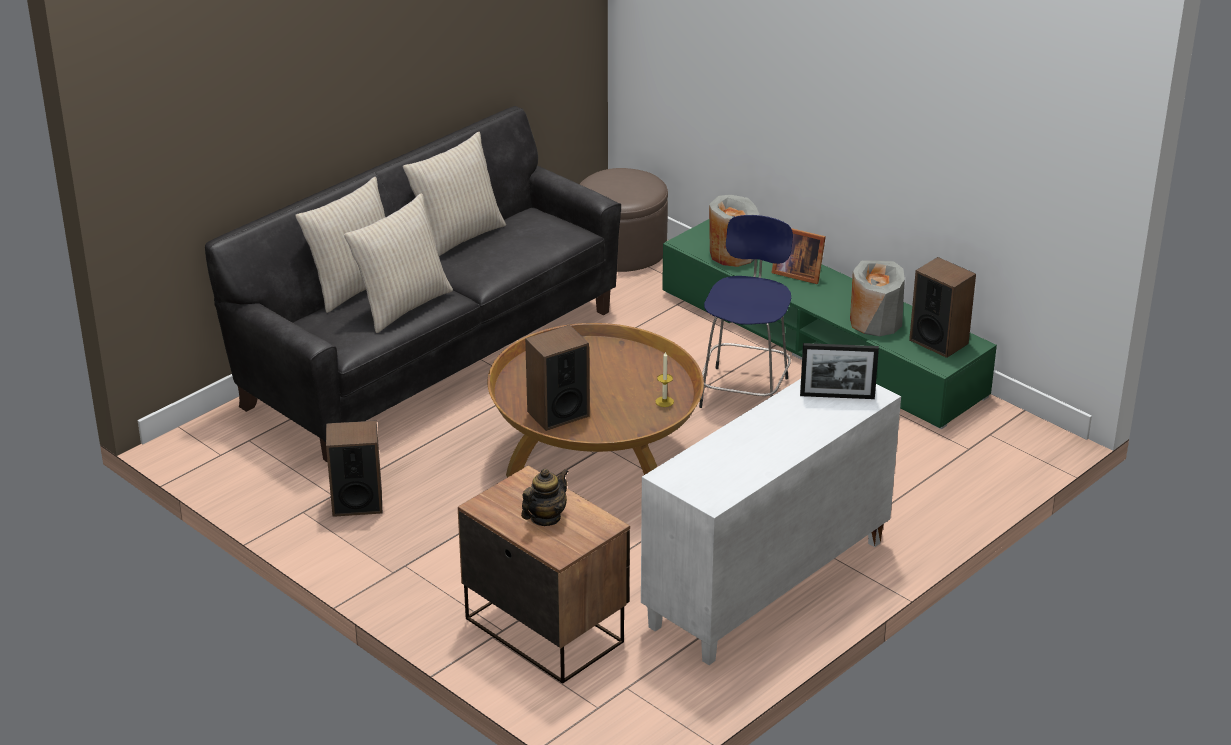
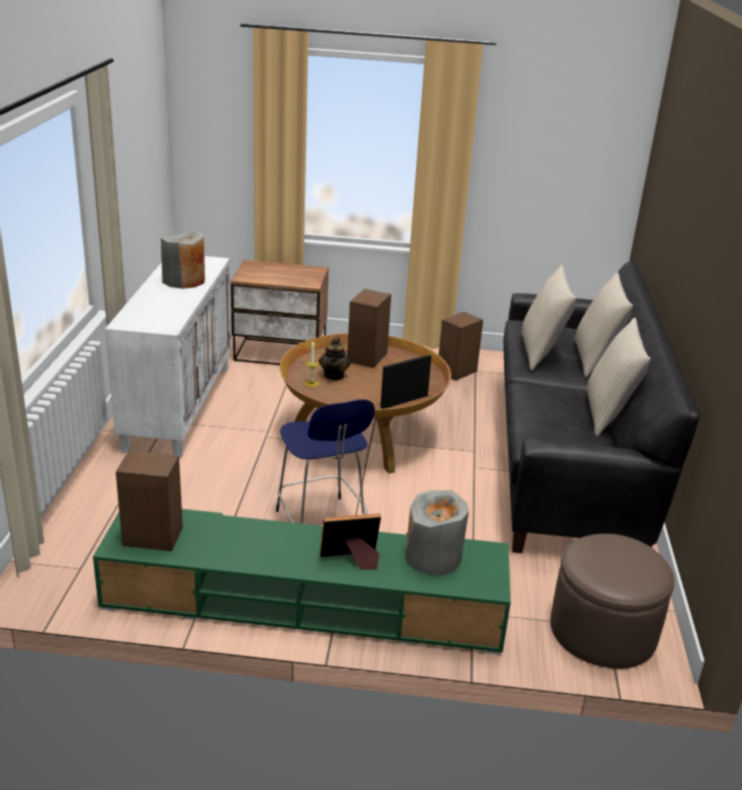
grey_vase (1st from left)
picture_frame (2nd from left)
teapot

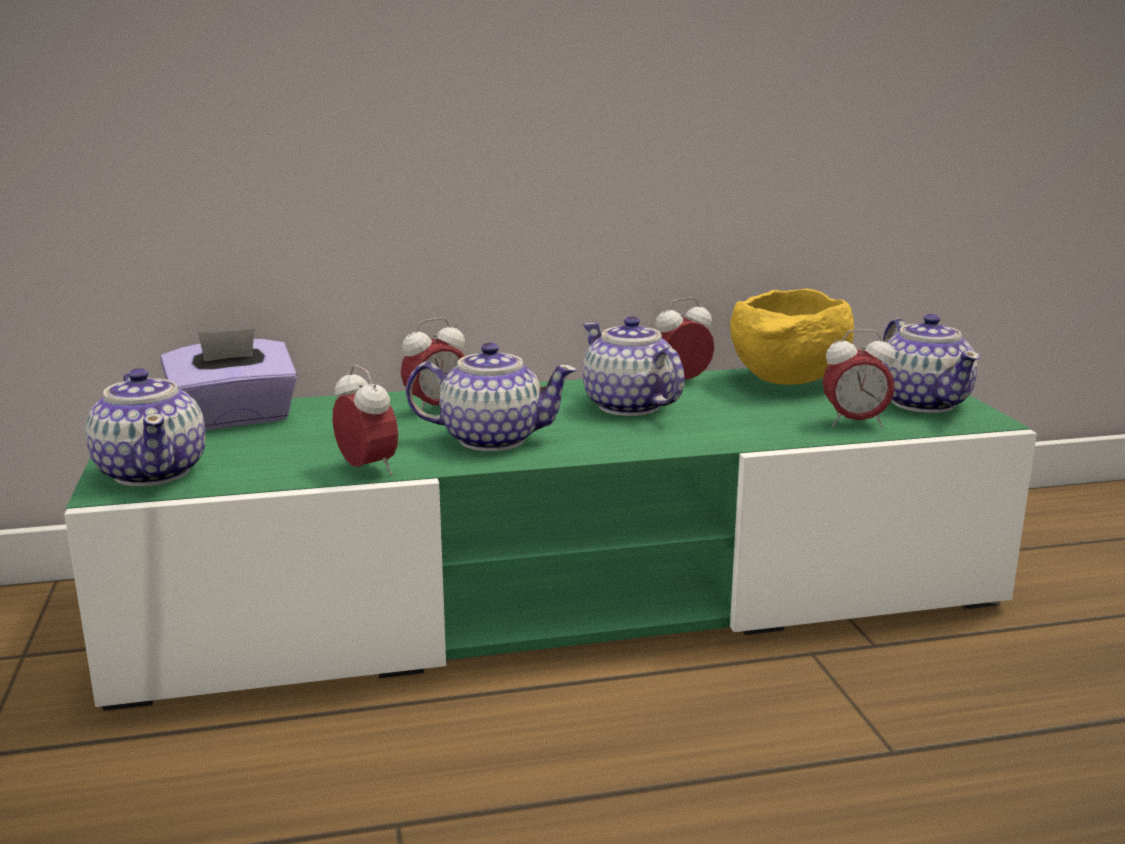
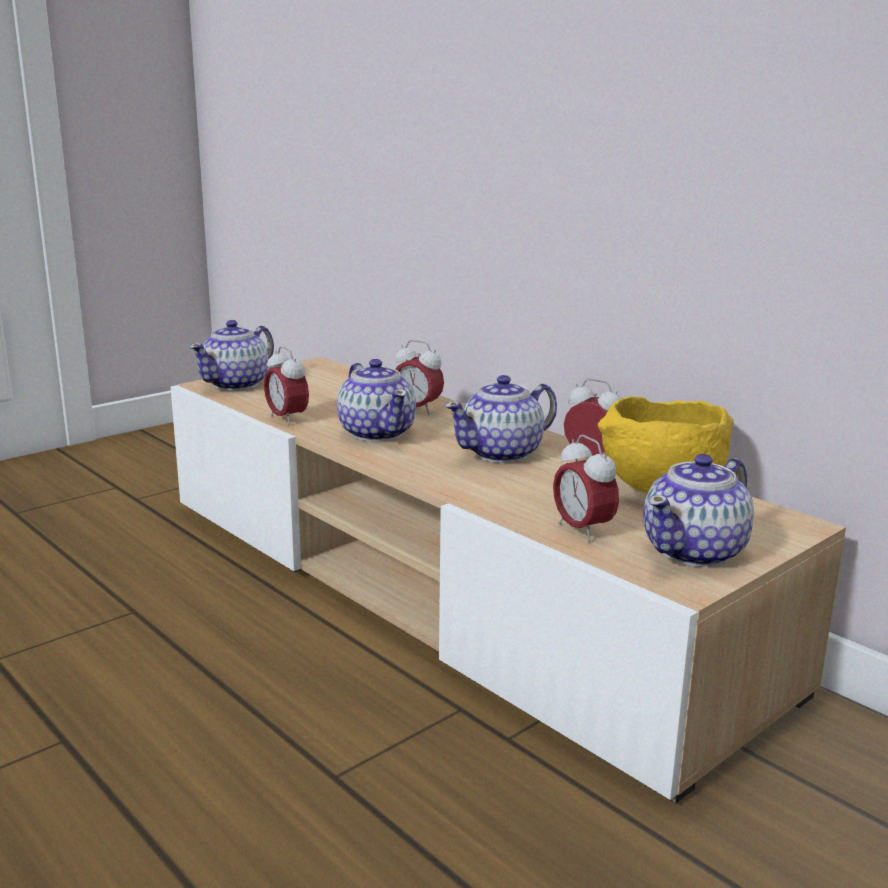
teapot (3rd from left)
purple_tissue_box
alarm_clock (1st from left)
beige_tv_stand

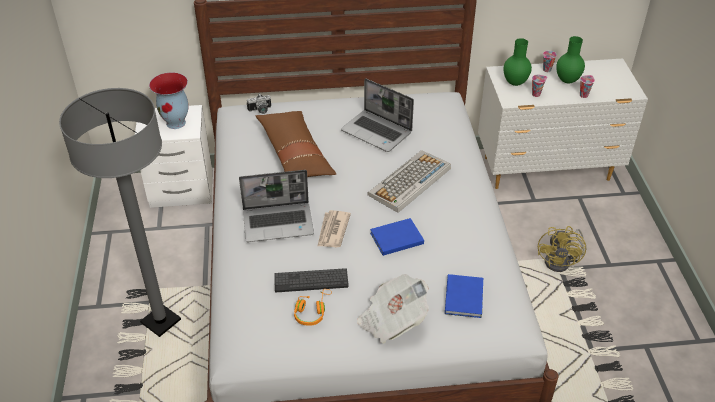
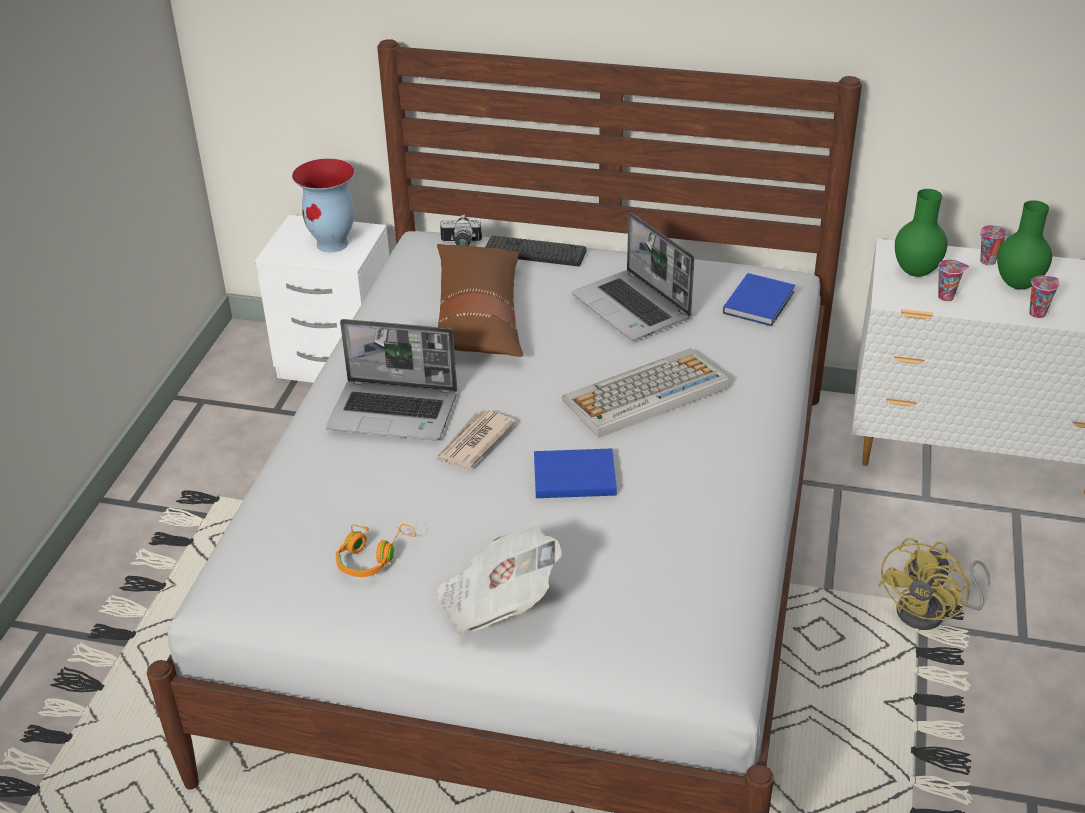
grey_floor_lamp
keyboard (1st from left)
blue_book (2nd from left)

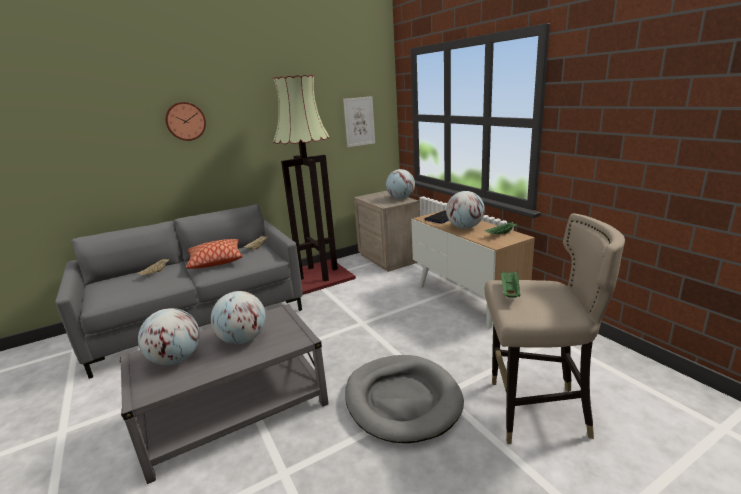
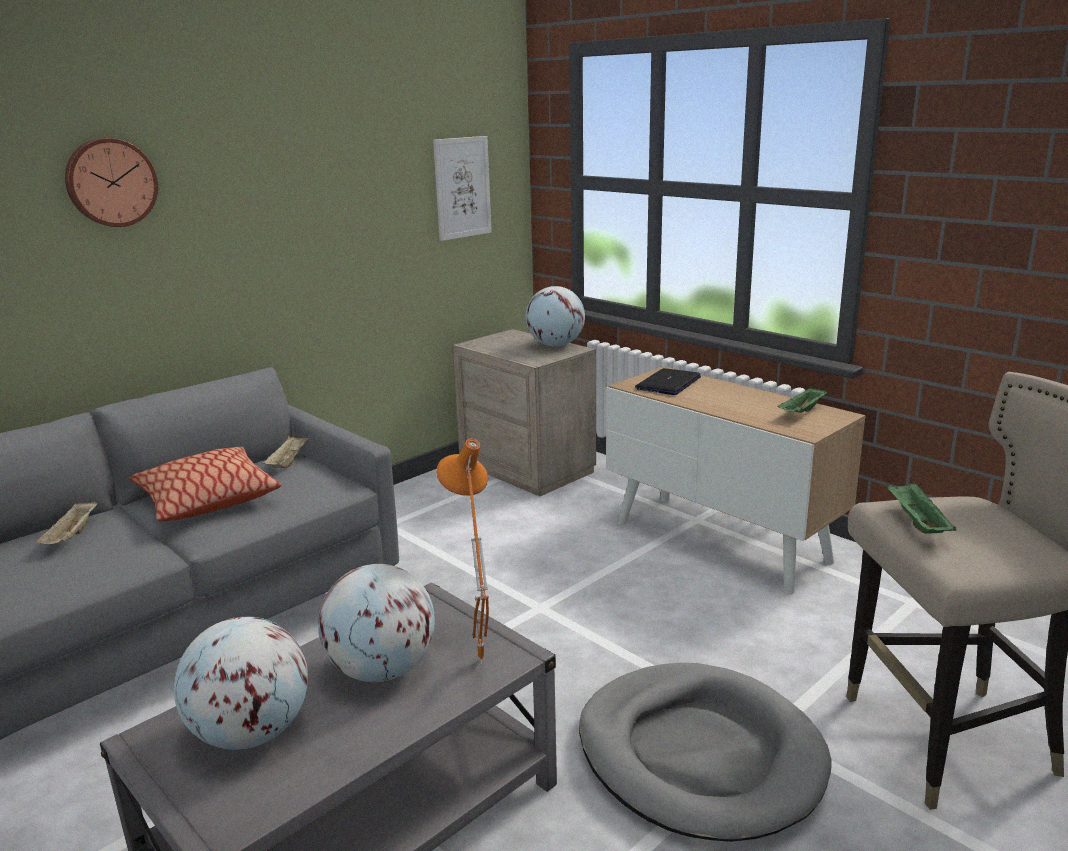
floor_lamp
globe (4th from left in the first image)
orange_table_lamp

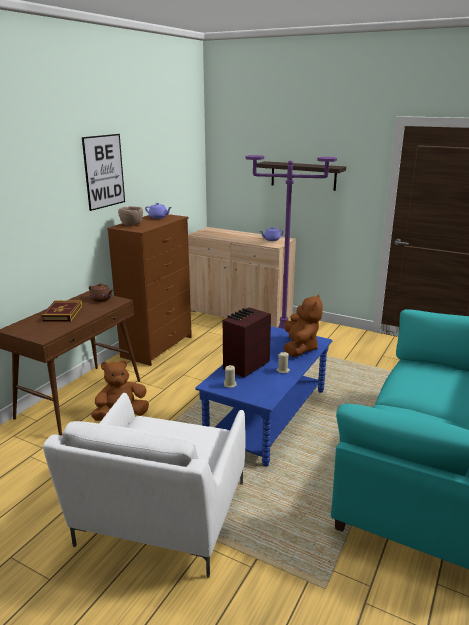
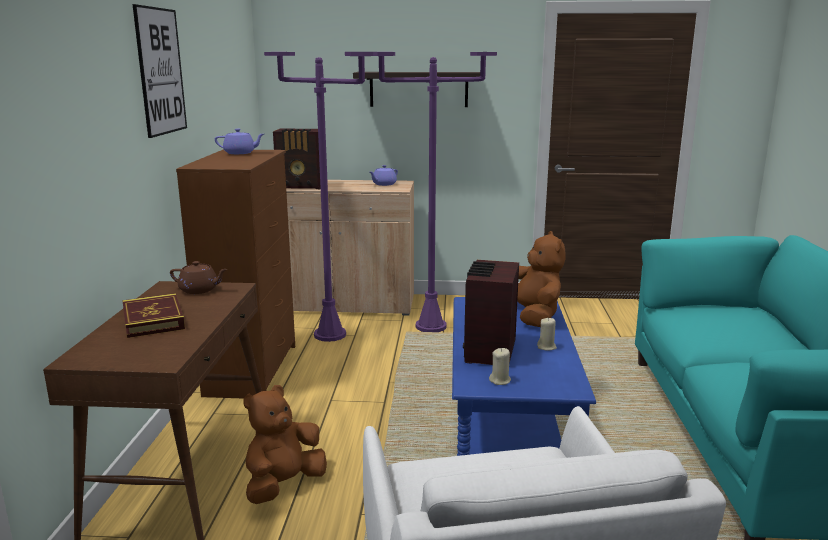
brown_bowl
purple_floor_lamp (1st from left)
radio (1st from left)

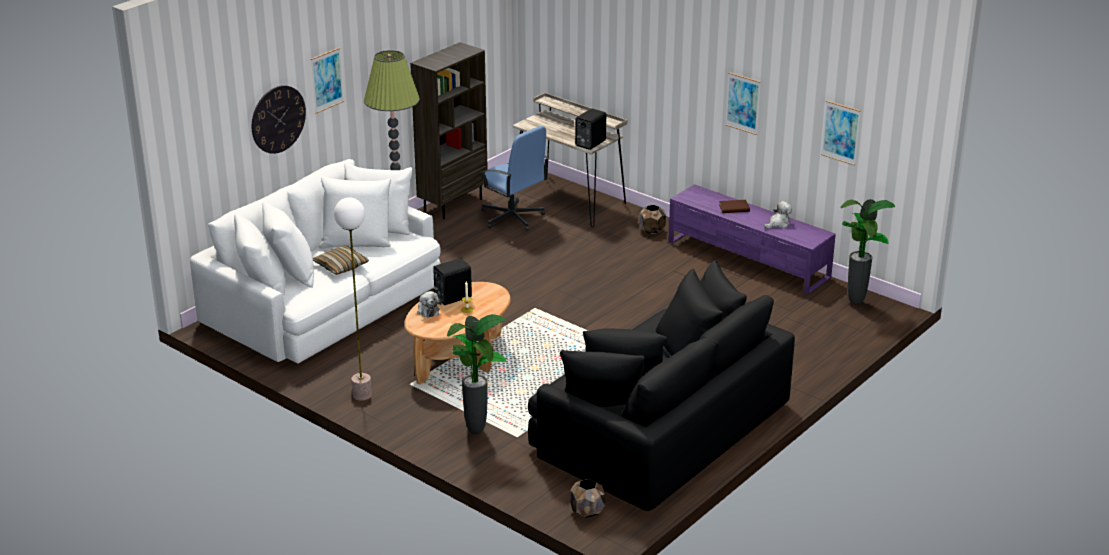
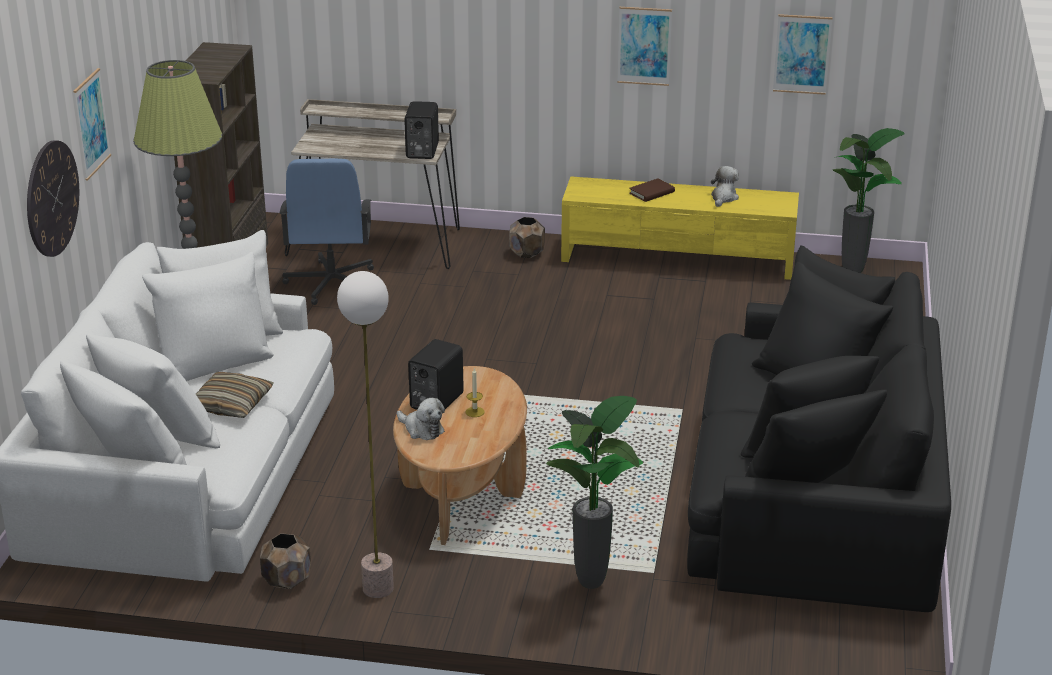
blue_office_chair
yellow_tv_stand
brown_planter (1st from left)

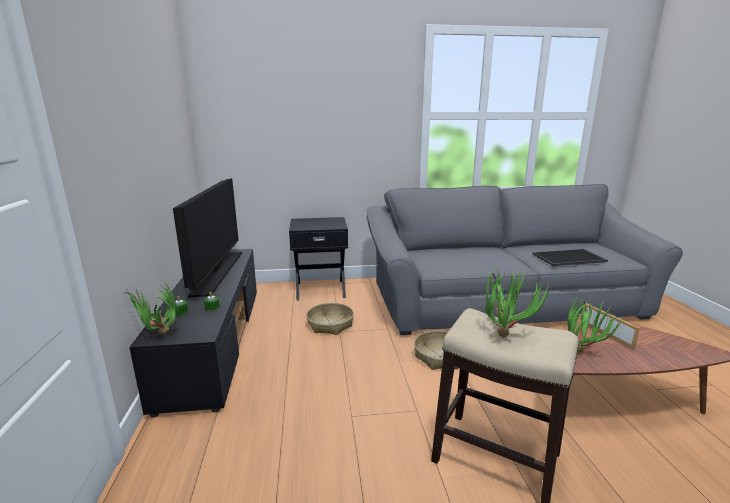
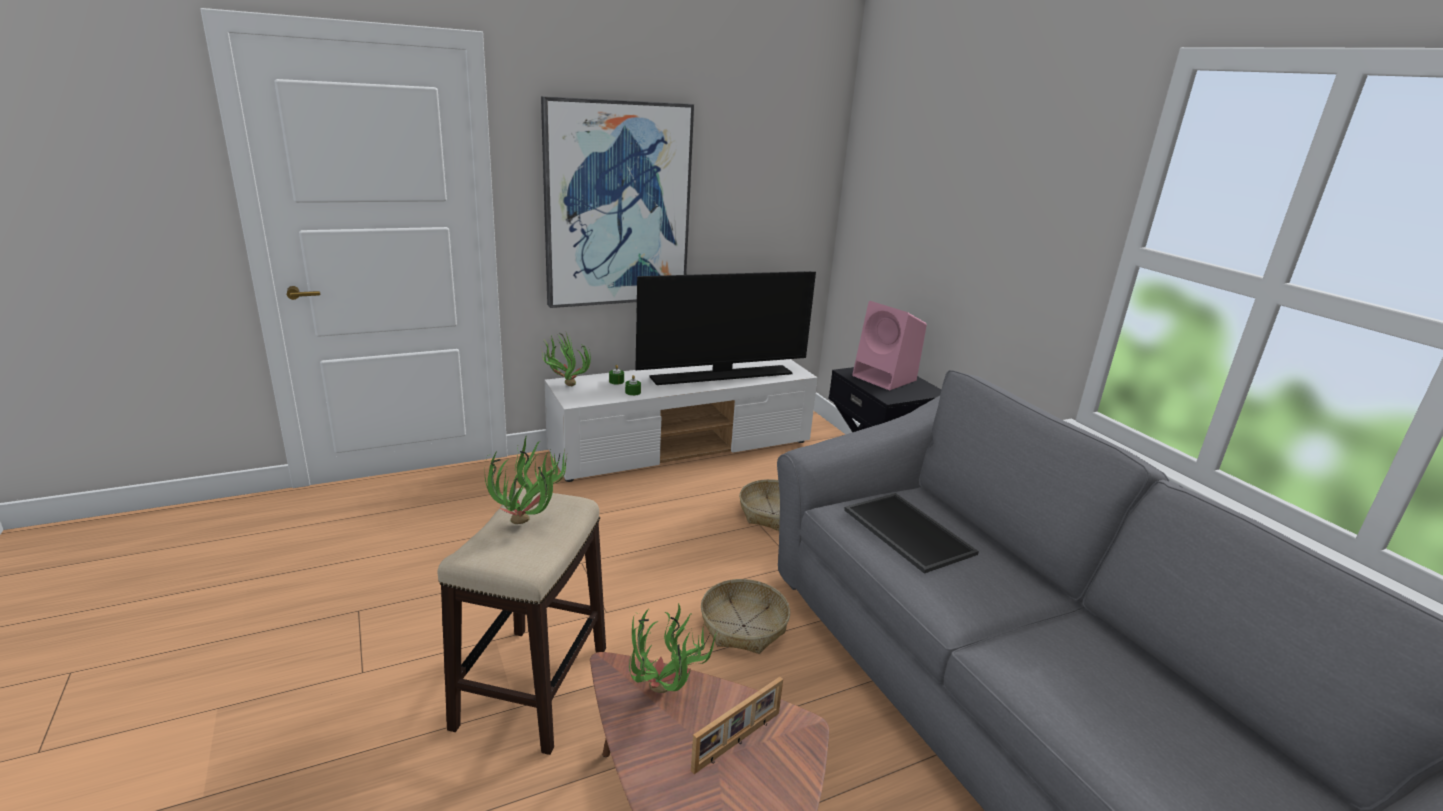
white_tv_stand
tray
picture
pink_speaker

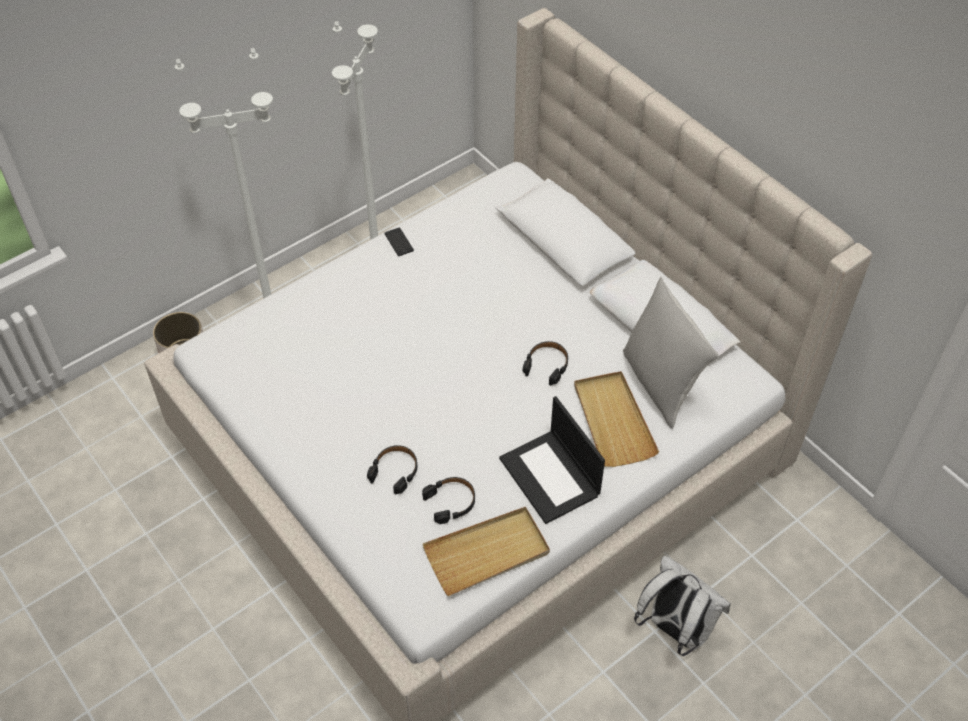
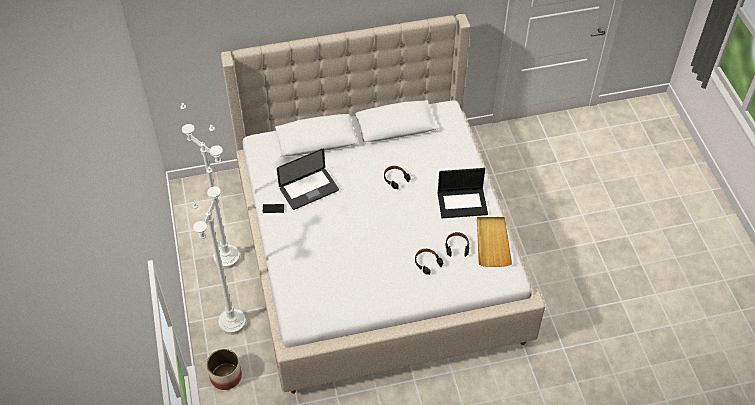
grey_pillow
beige_tray (2nd from left in the first image)
white_backpack
laptop (1st from left)

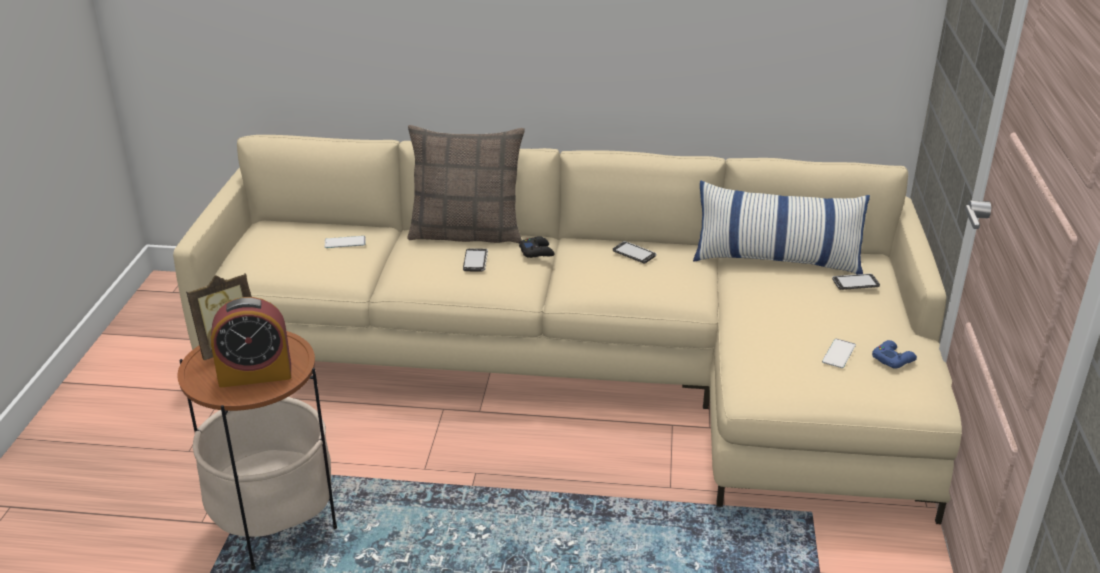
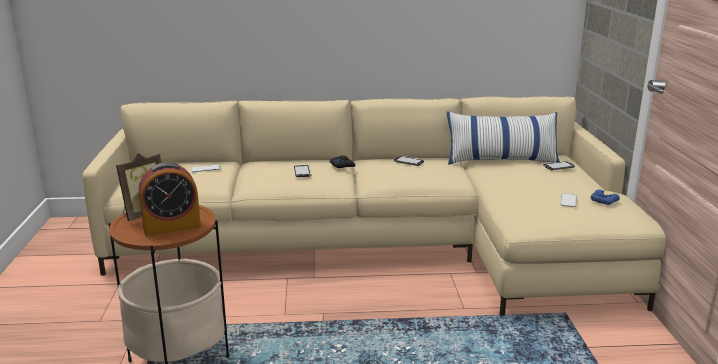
pillow (1st from left in the first image)

